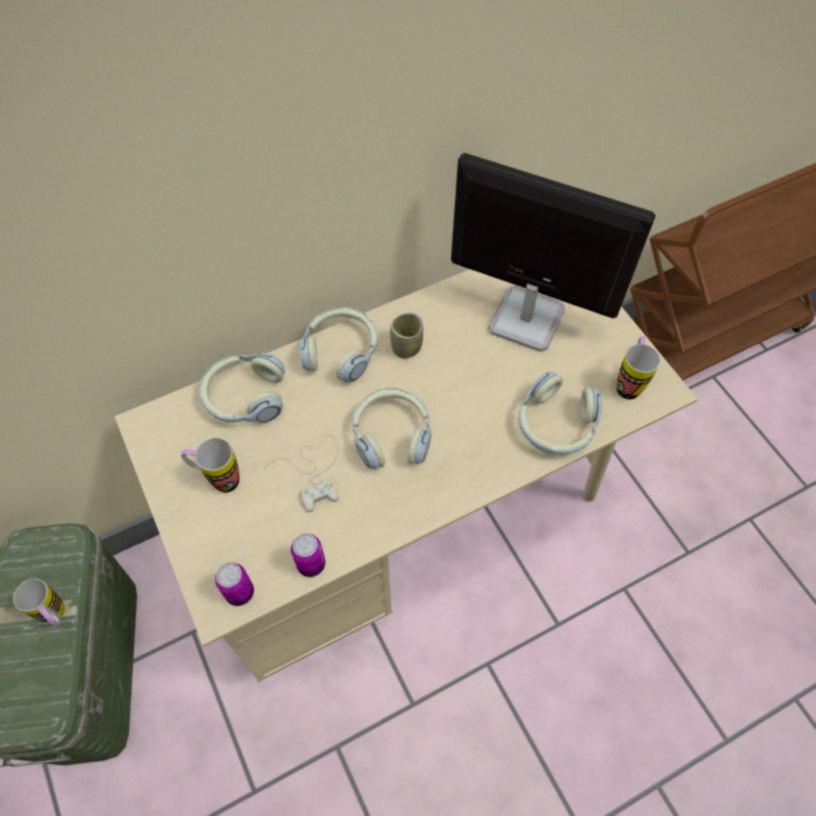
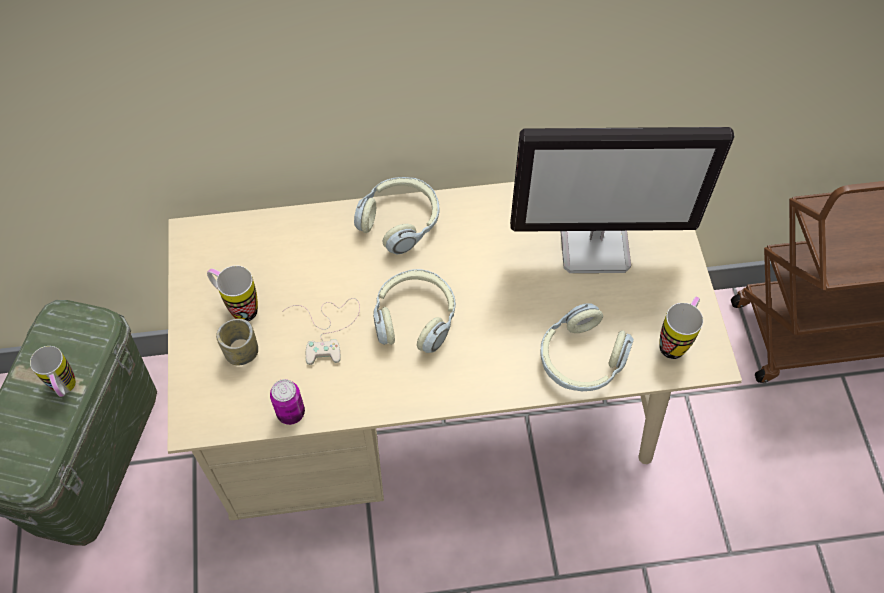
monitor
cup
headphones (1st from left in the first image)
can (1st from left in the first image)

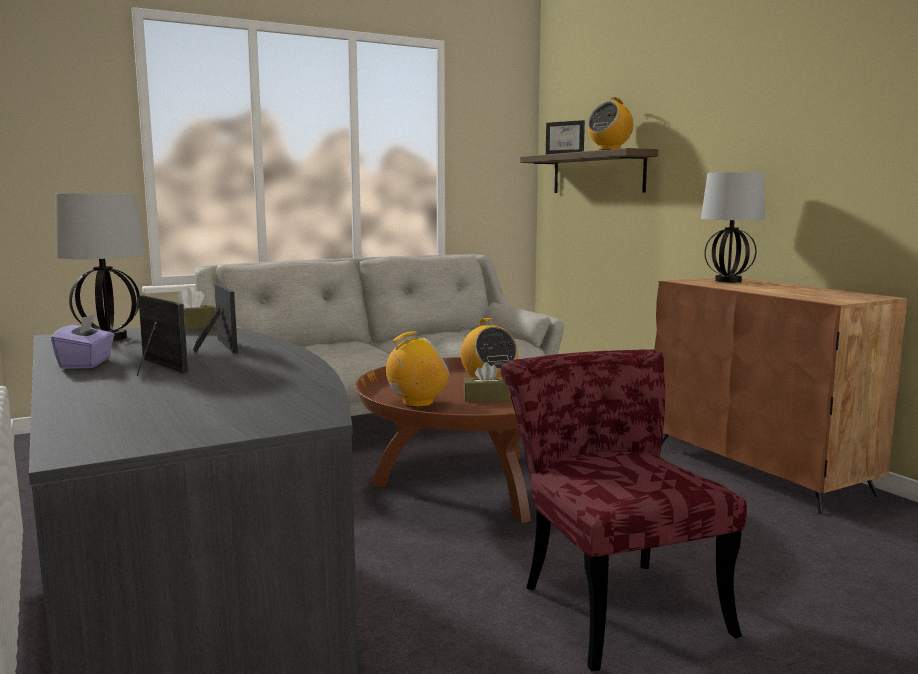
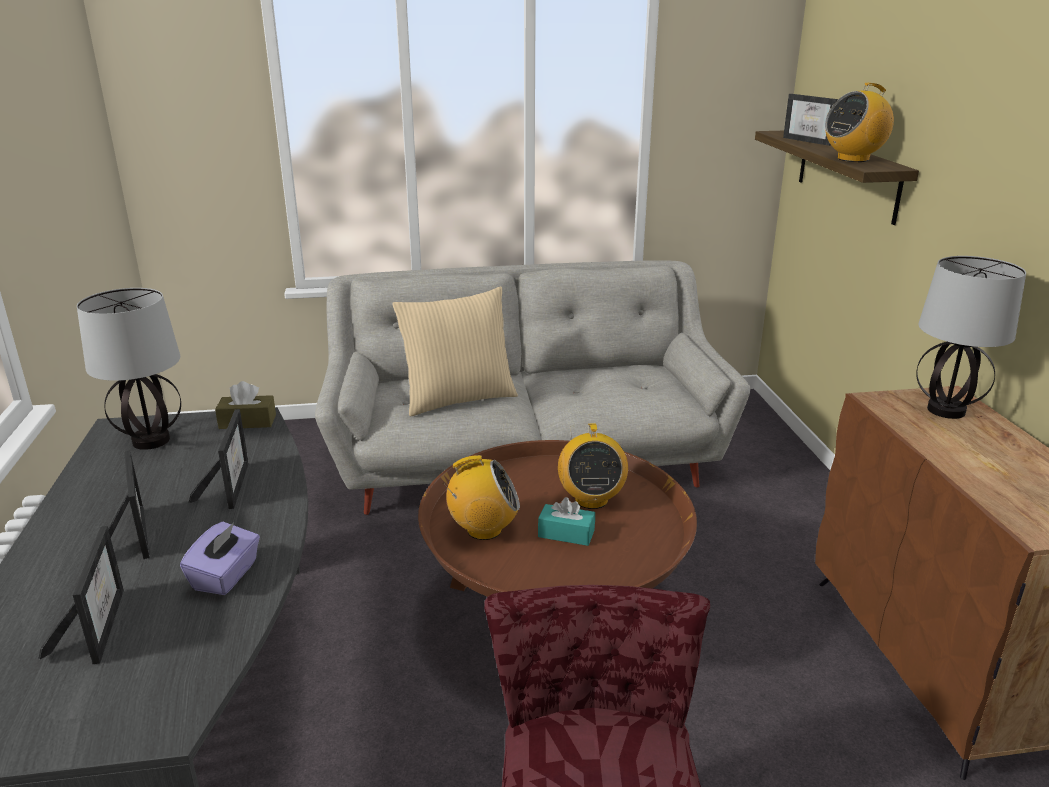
purple_tissue_box
turquoise_tissue_box
beige_pillow
picture_frame (1st from left)

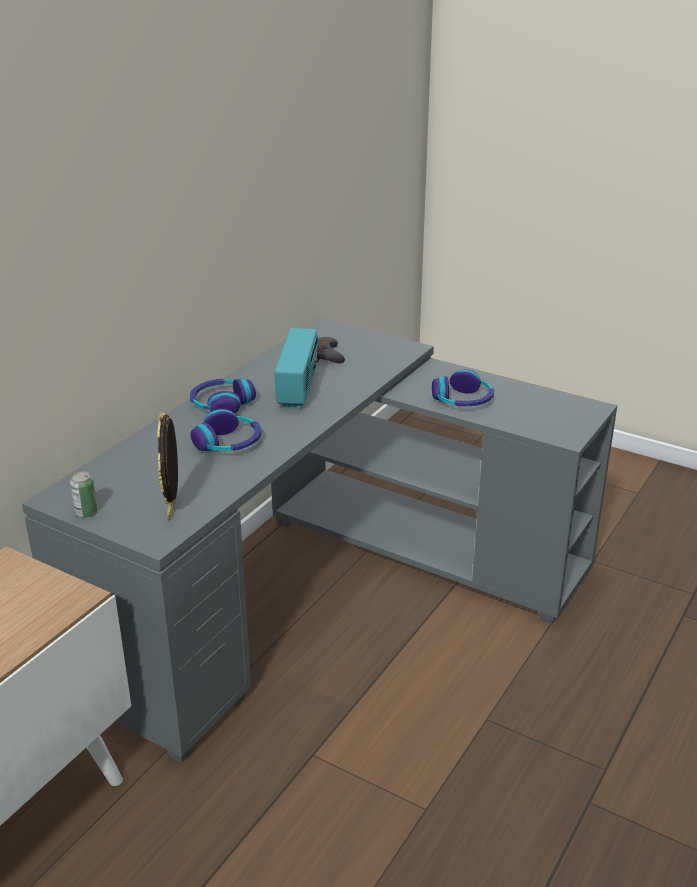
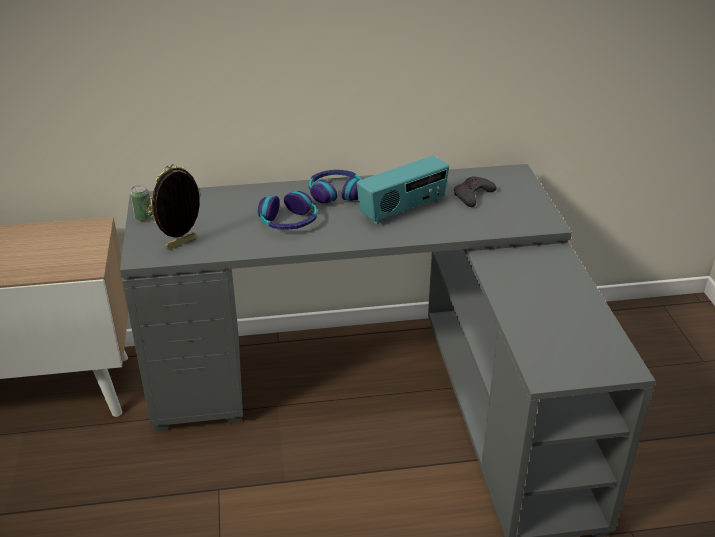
headphones (3rd from left in the first image)

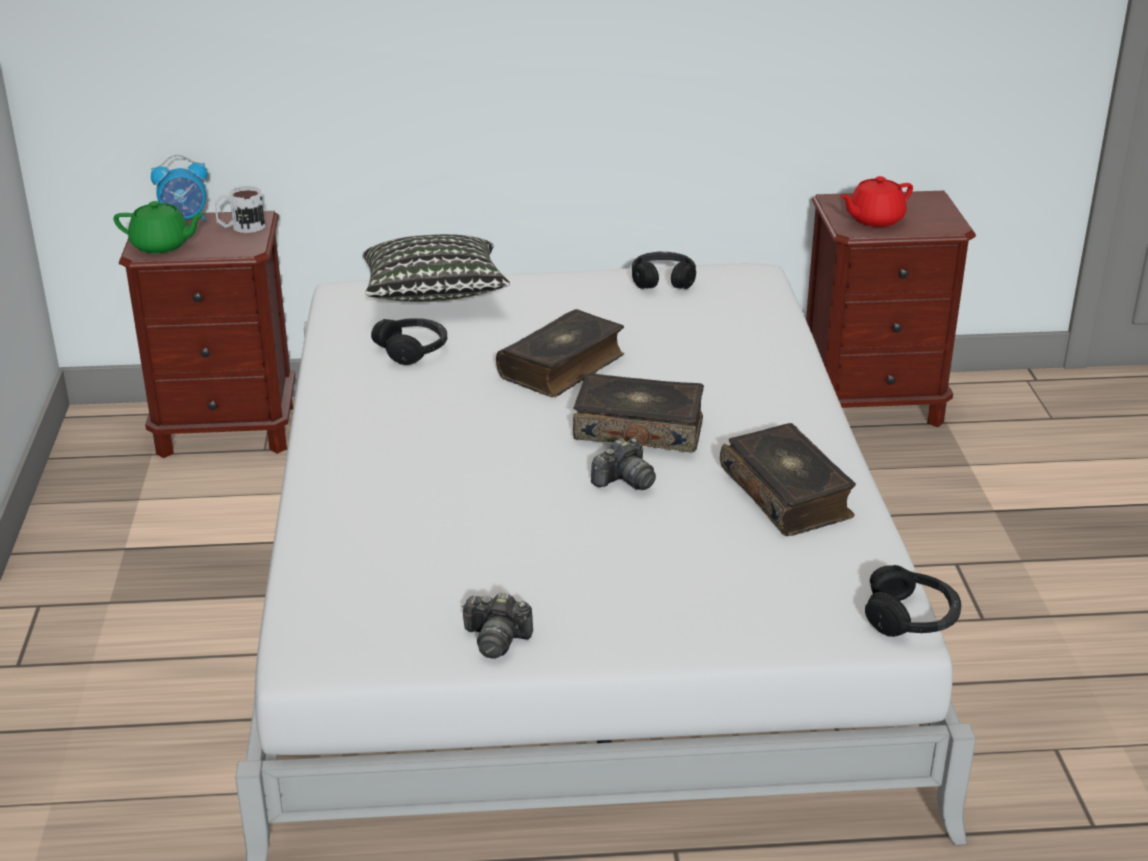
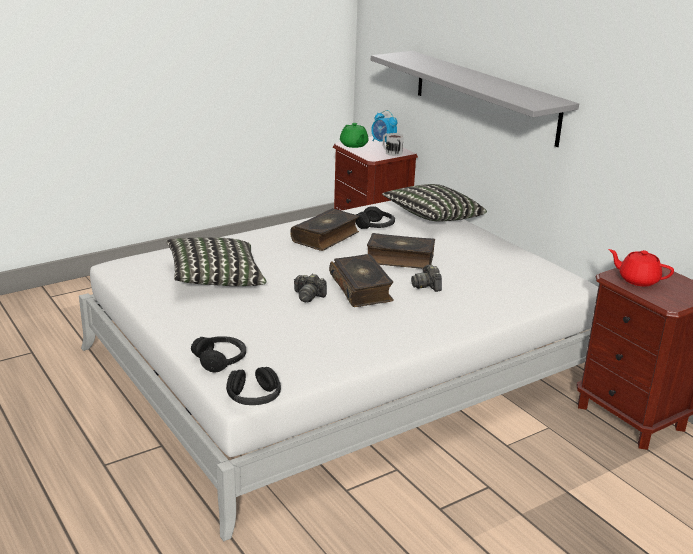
black_headphones (1st from left)
book (1st from left)
photo_camera (2nd from left)
grey_shelf
pillow (1st from left)

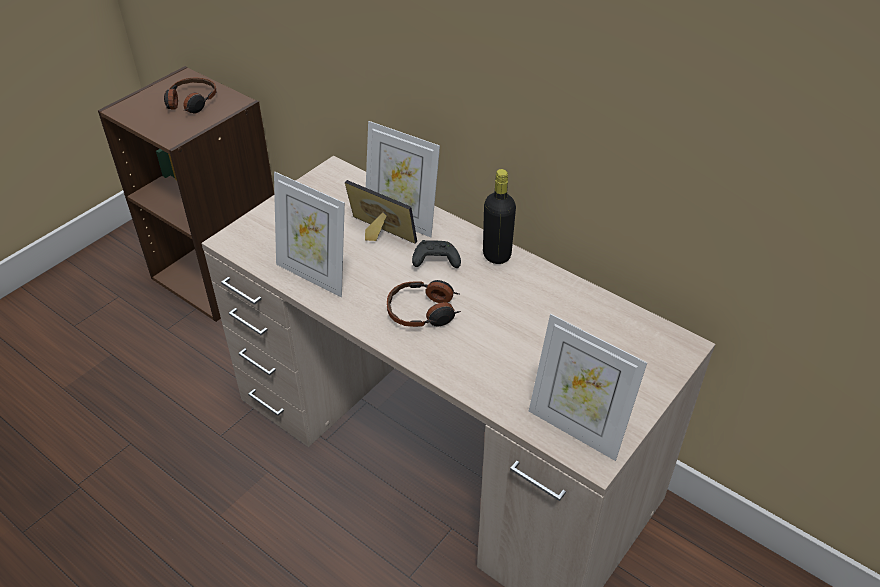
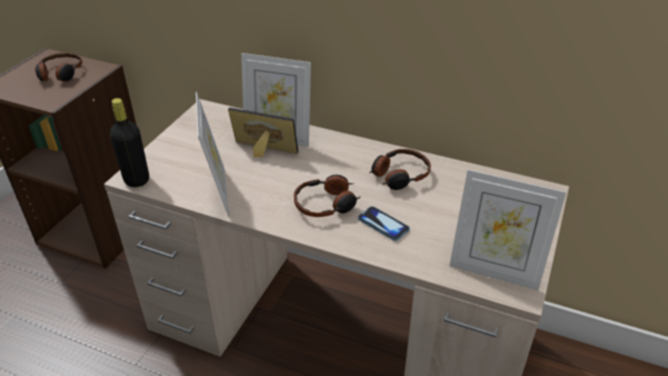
black_bottle
picture_frame (1st from left)
black_game_controller
headphones (3rd from left)
phone

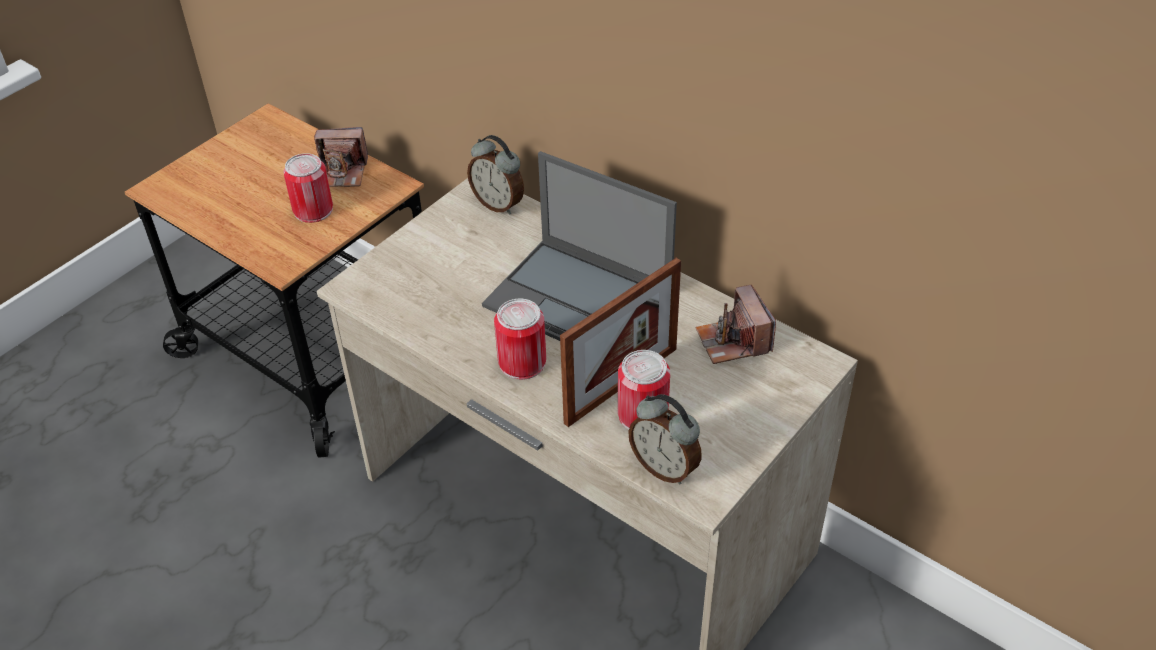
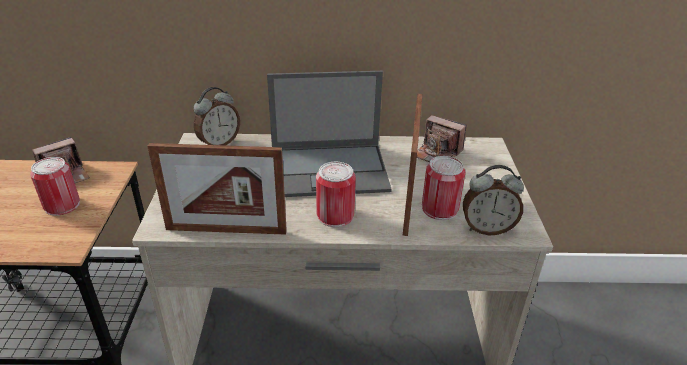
alarm_clock (1st from left)
picture_frame (1st from left)

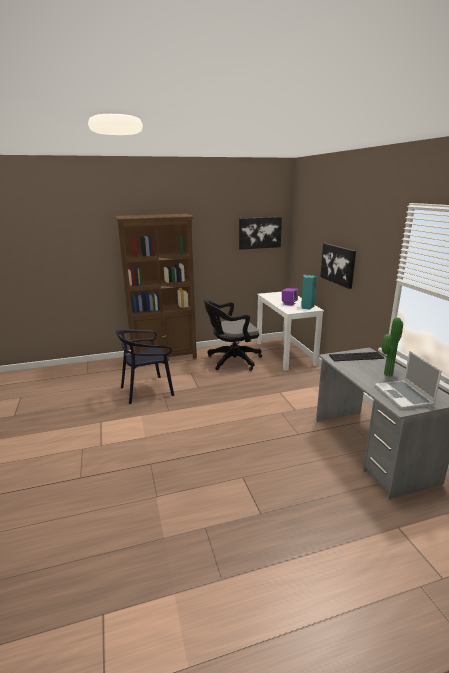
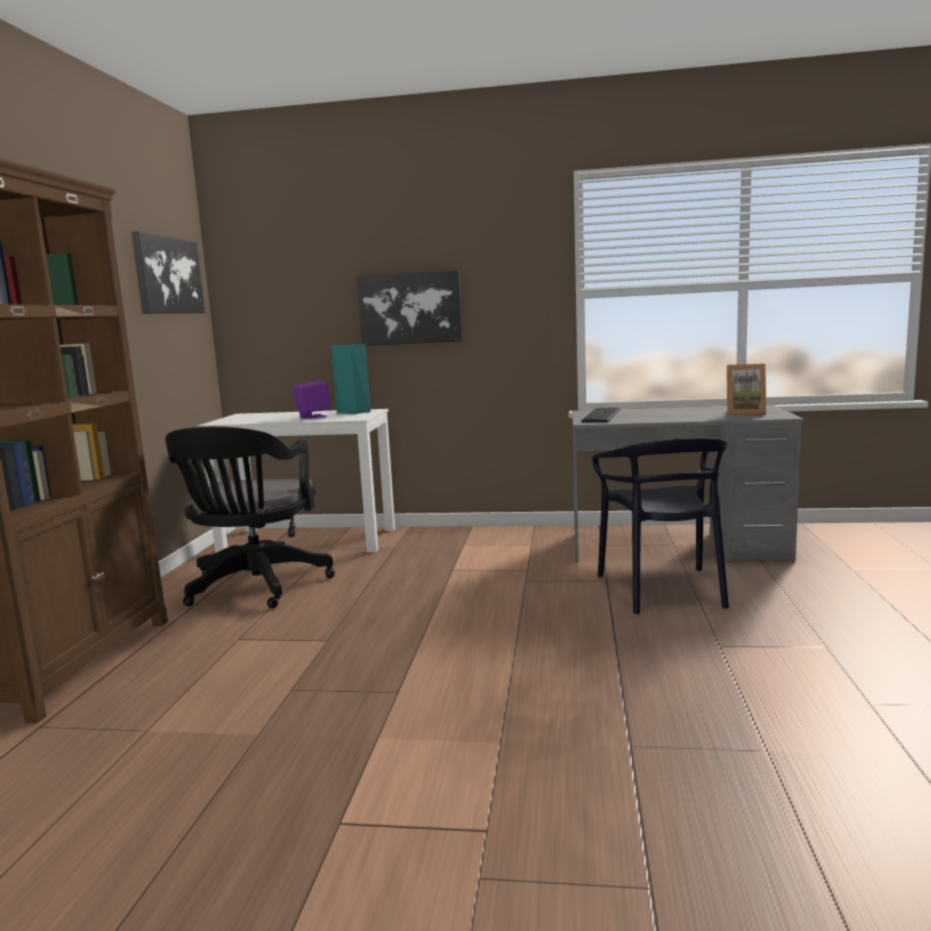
potted_plant
black_chair
picture_frame

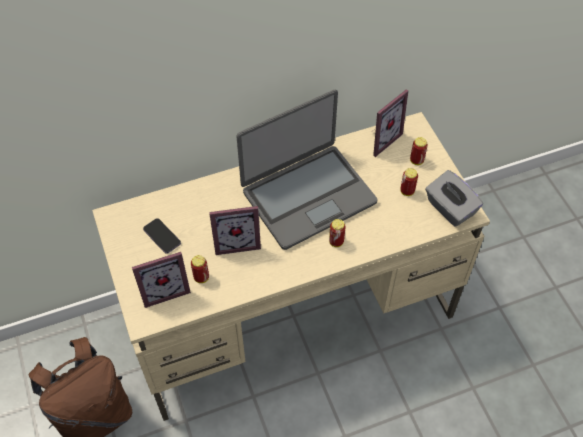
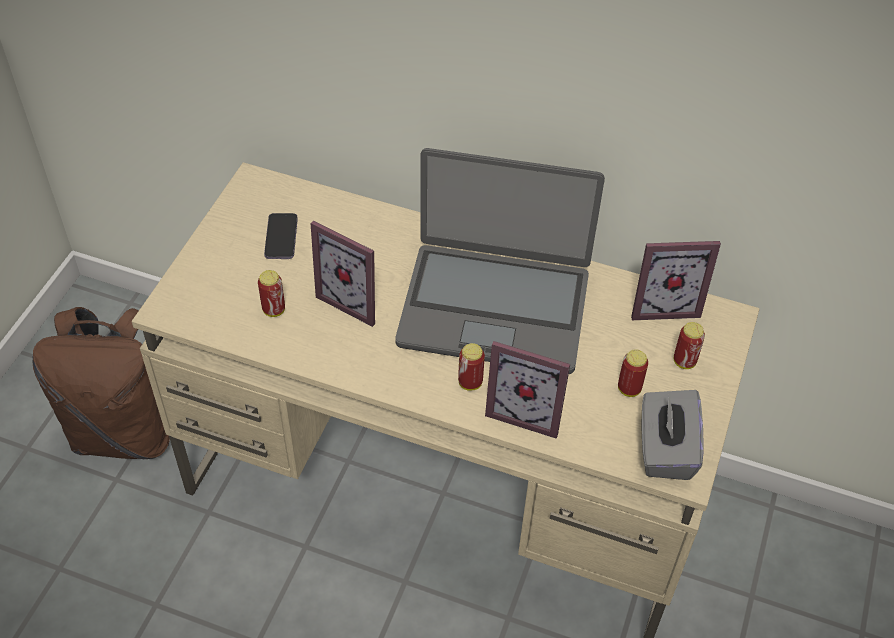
picture_frame (2nd from left)

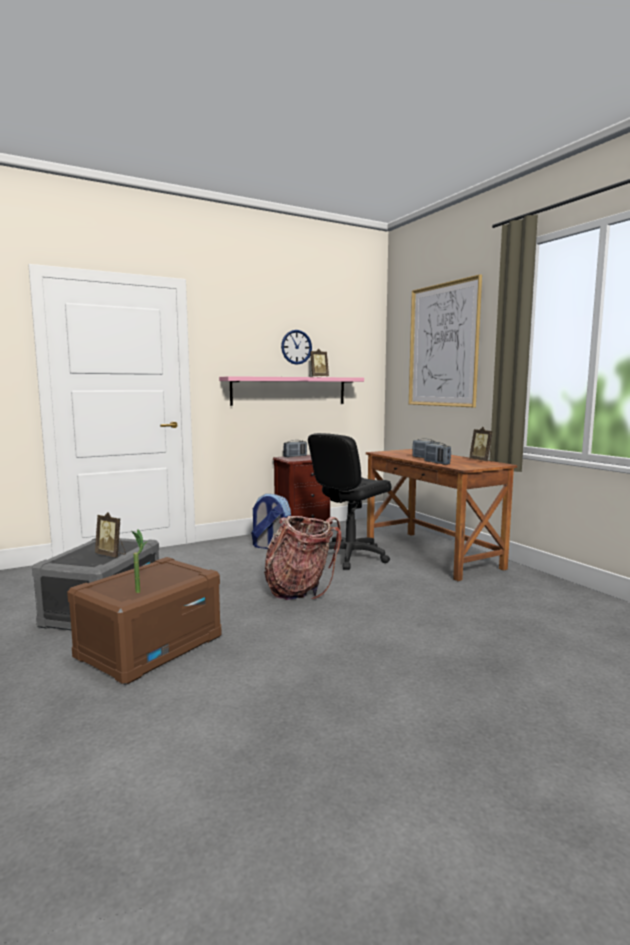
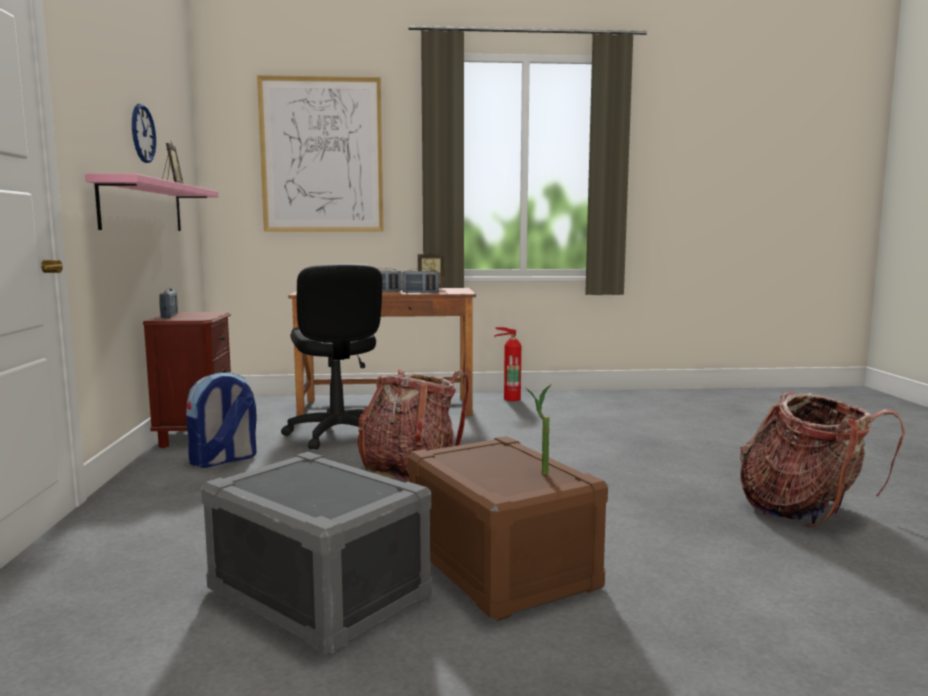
picture_frame (1st from left in the first image)
fire_extinguisher
backpack (3rd from left)

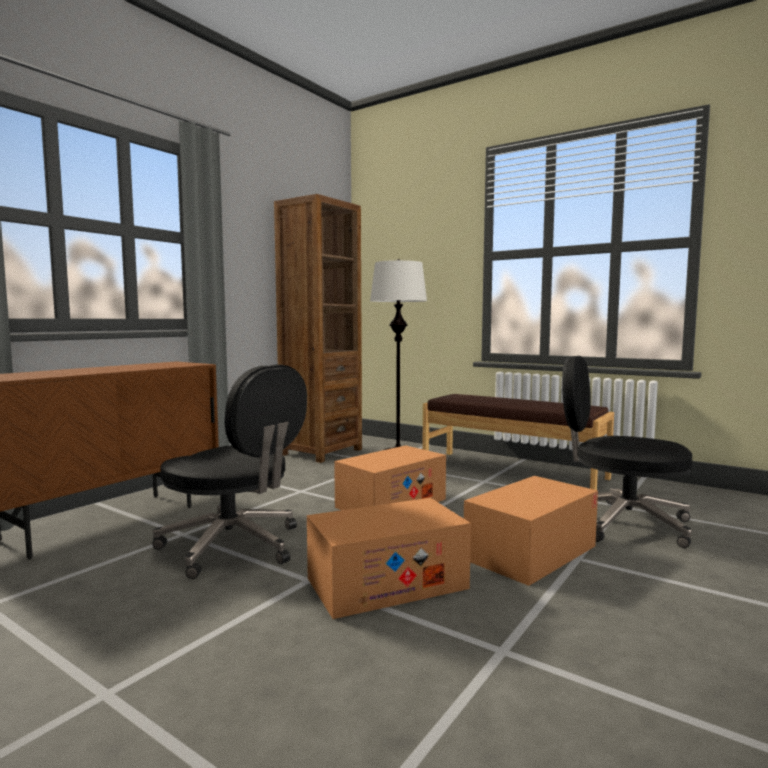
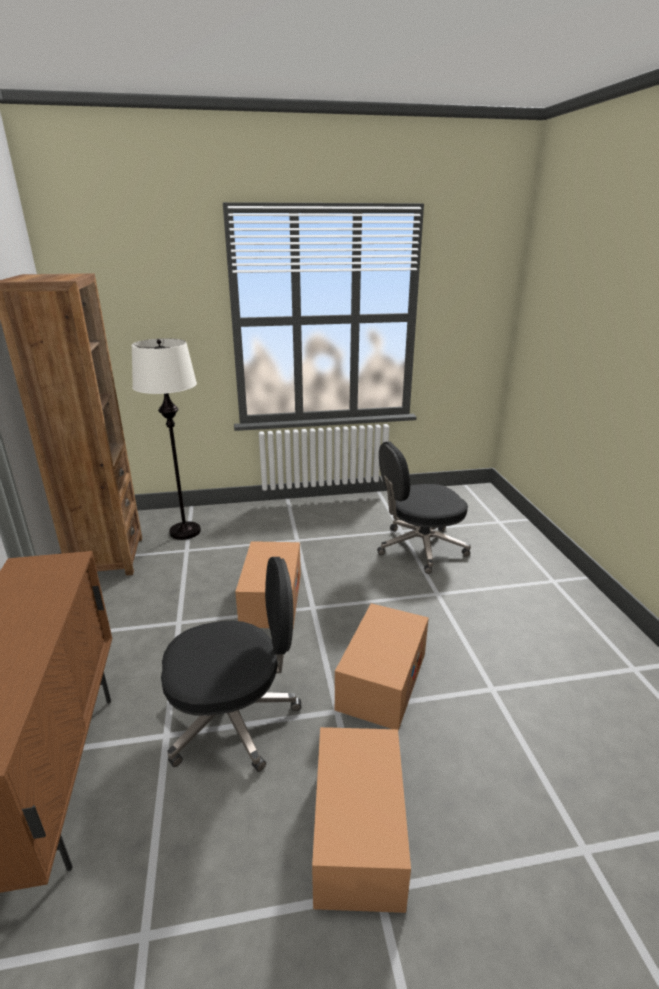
brown_bench
cardboard_box (2nd from left)

